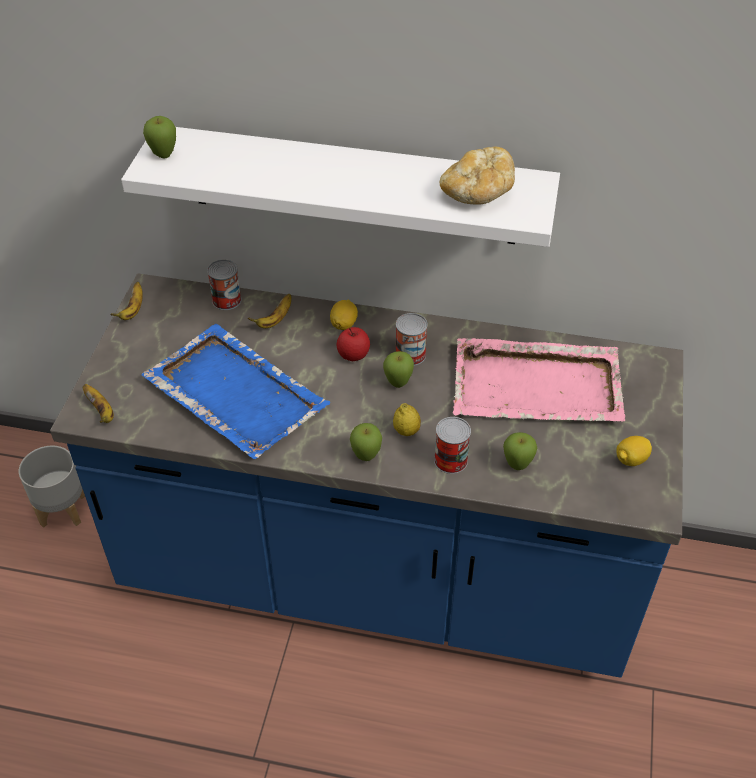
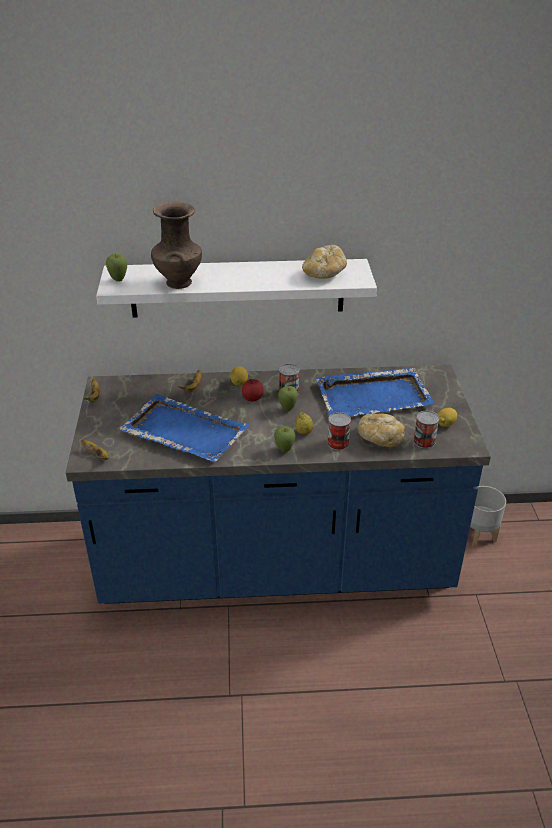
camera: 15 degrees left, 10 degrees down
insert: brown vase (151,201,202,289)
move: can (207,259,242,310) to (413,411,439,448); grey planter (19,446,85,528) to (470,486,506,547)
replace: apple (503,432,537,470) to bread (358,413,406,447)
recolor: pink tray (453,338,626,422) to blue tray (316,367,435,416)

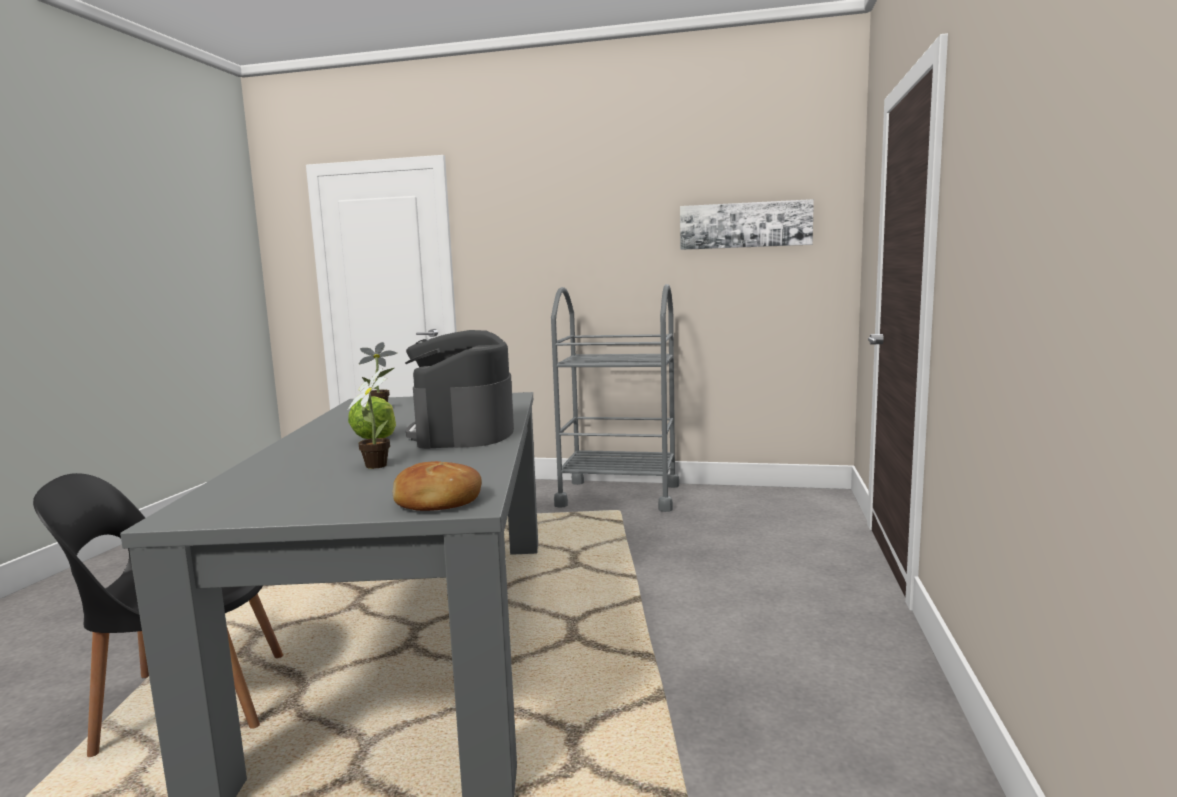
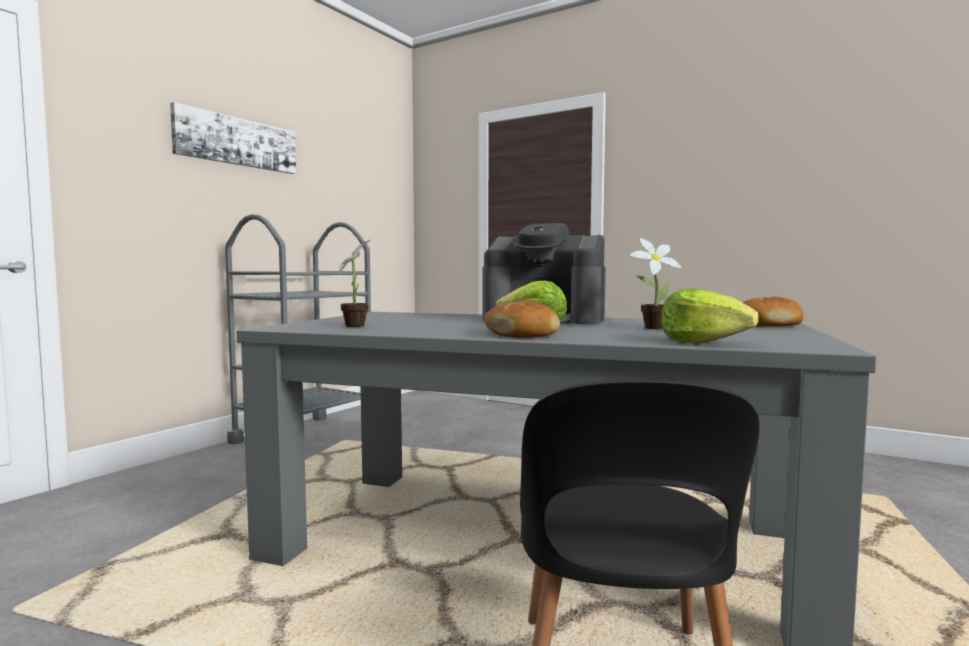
camera: 70 degrees left, 5 degrees down
insert: bread (484,301,560,337); lettuce (661,289,759,343)
move: picture (680,199,814,250) to (170,102,296,174)

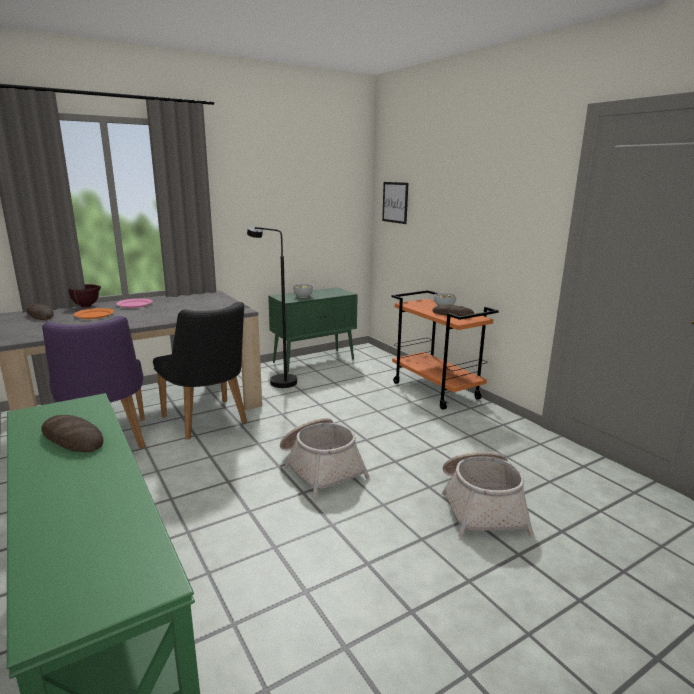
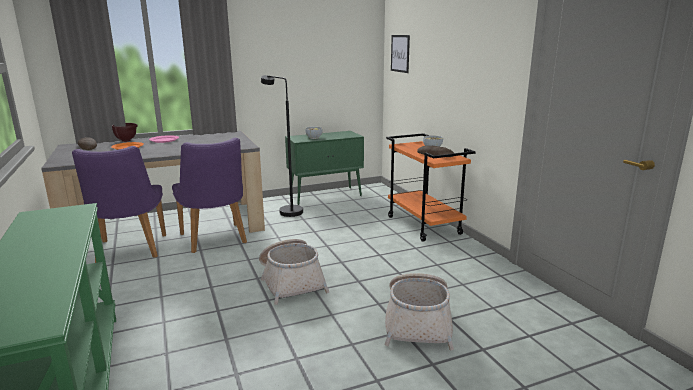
camera: 10 degrees right, 0 degrees up
delete: bread (41,415,104,452)
recolor: black chair (153,302,247,440) to purple chair (172,138,247,253)

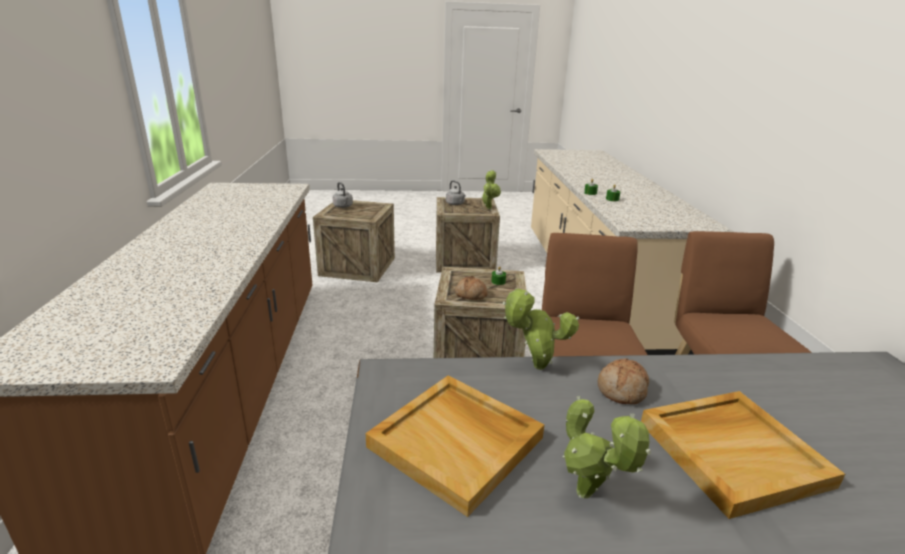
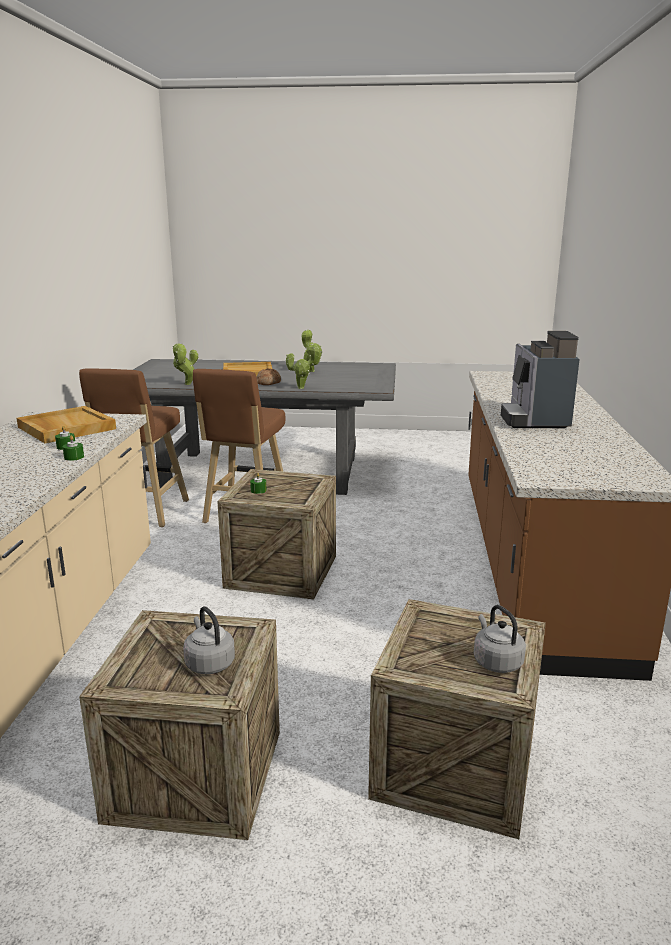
camera: 170 degrees left, 5 degrees down
delete: bread (455,276,488,300)
insert: coffee machine (501,331,580,428)
move: beige tray (366,376,545,517) to (17,406,116,443); potted plant (481,170,501,209) to (173,343,198,385)

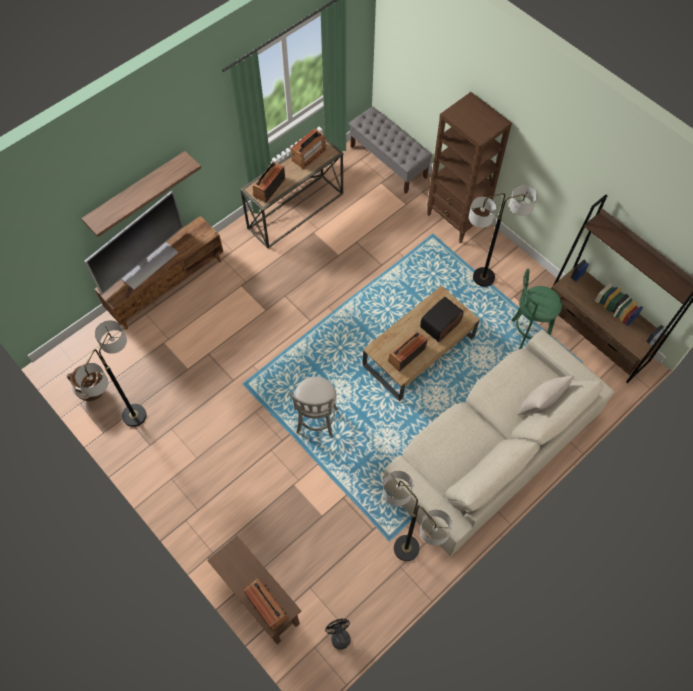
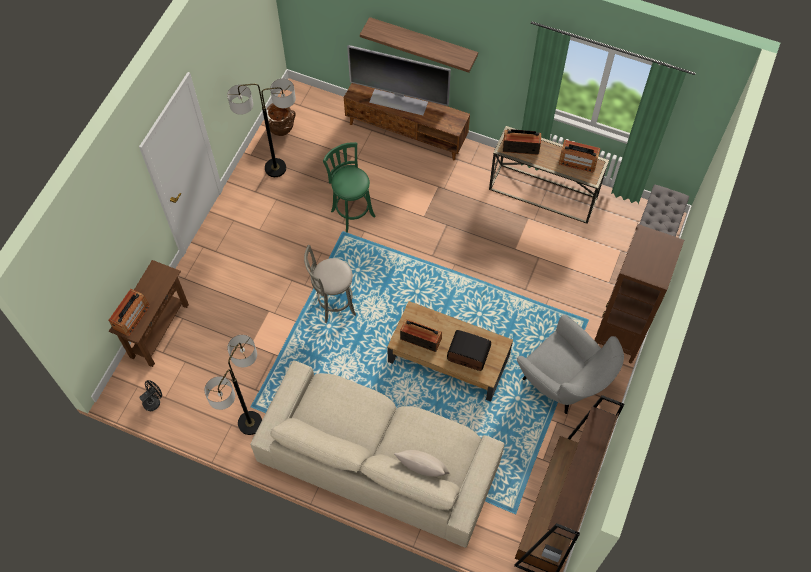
camera: 65 degrees right, 0 degrees up
move: green stool (511,268,562,349) to (323,142,375,233)
replace: floor lamp (469,185,538,287) to grey armchair (517,314,624,414)

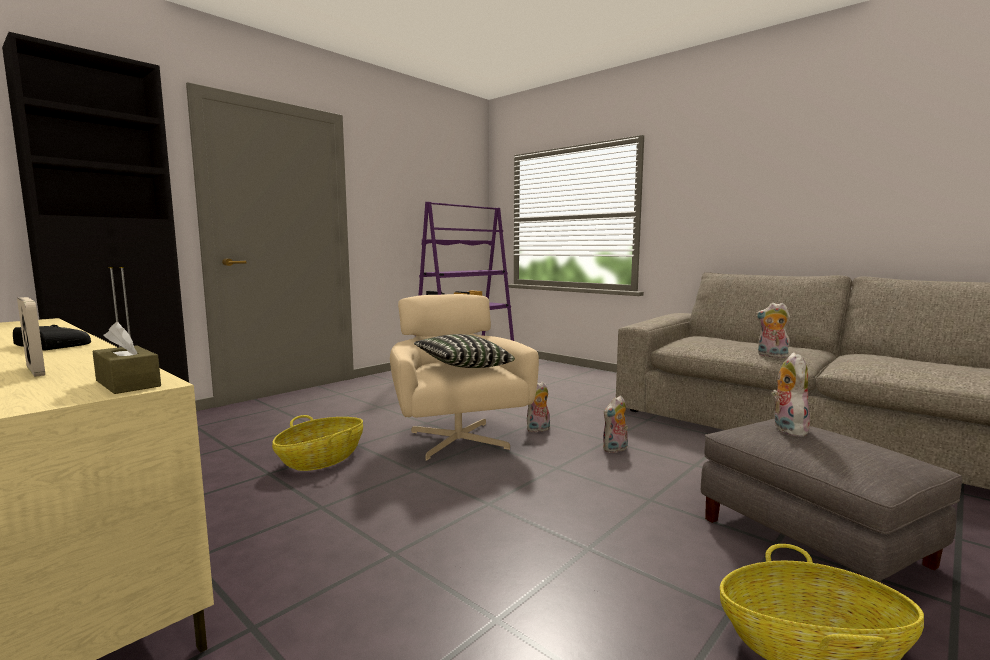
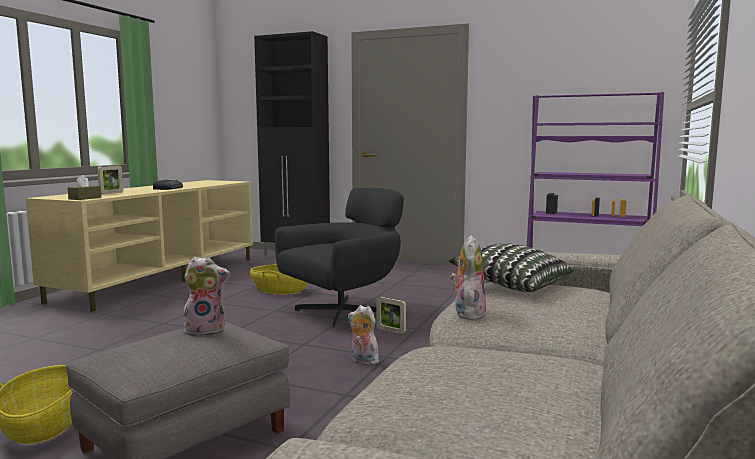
camera: 70 degrees right, 0 degrees up
move: pillow (414,334,515,368) to (449,243,574,292)
replace: plush toy (527,381,550,433) to picture frame (376,297,406,334)
recolor: beige armchair (390,294,539,461) to black armchair (275,188,404,328)

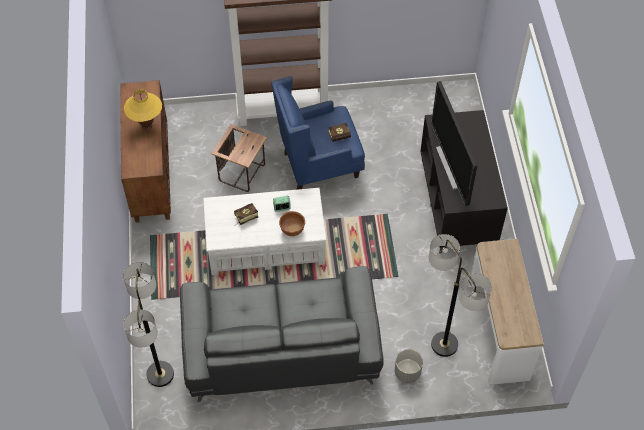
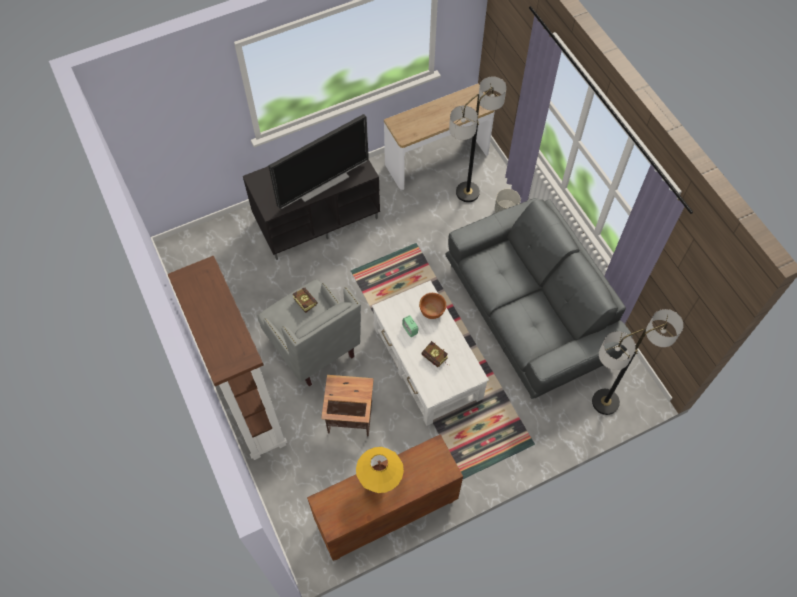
camera: 110 degrees left, 5 degrees up
recolor: blue armchair (271,76,365,190) to grey armchair (257,279,361,386)

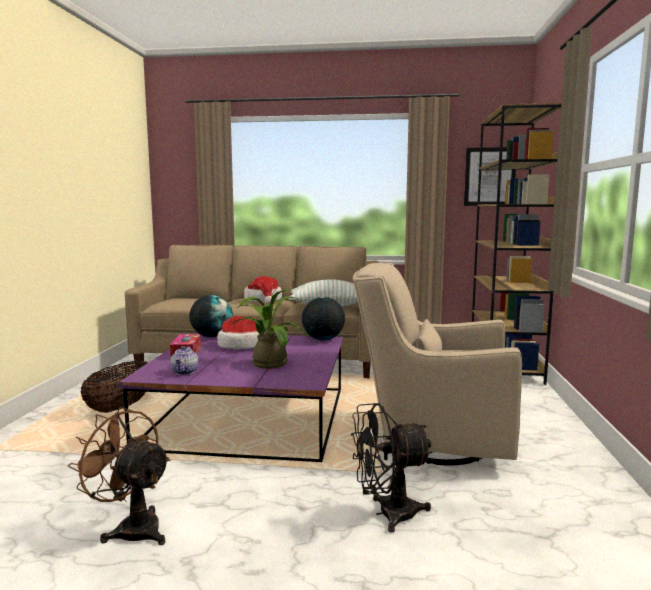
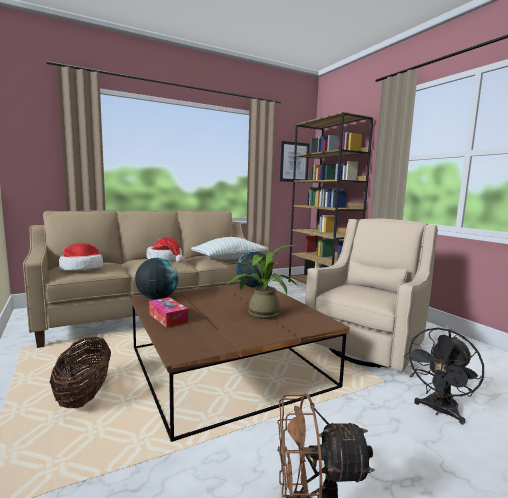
camera: 35 degrees left, 0 degrees up
delete: teapot (170,346,199,375)
move: hat (217,316,265,349) to (59,243,103,271)
recolor: purple coffee table (119,332,343,462) to brown coffee table (130,284,350,442)
rotate: beige armchair (353,263,522,465) = (305,219,438,371) 150 degrees clockwise

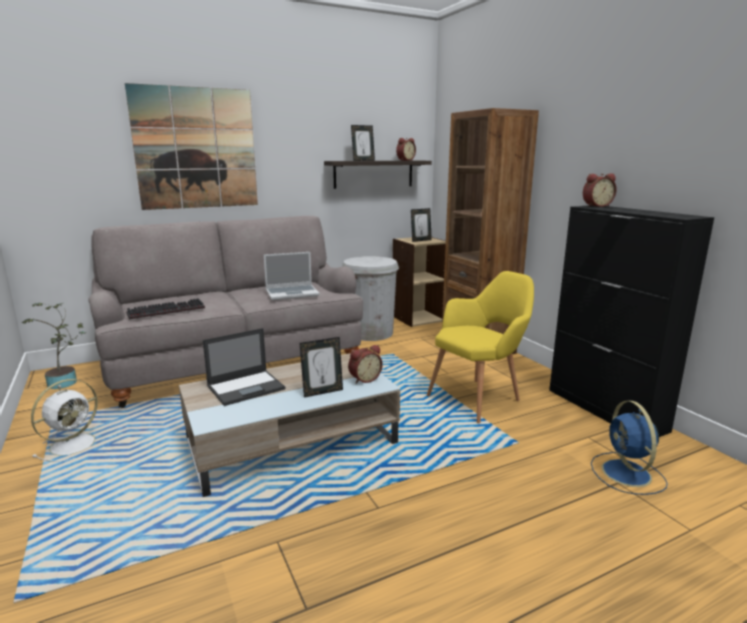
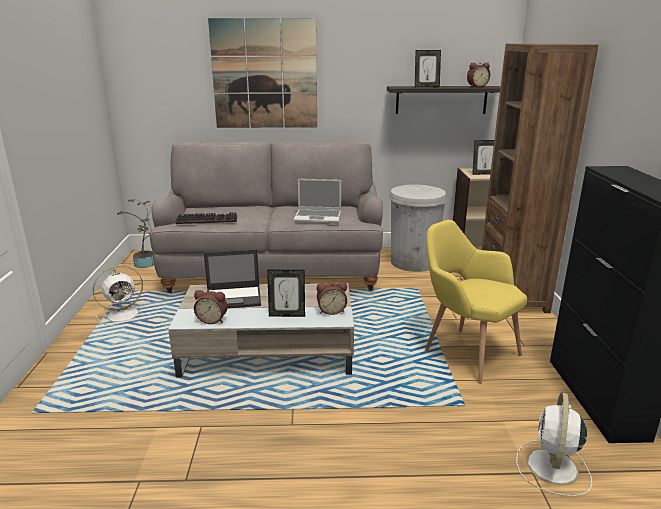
camera: 25 degrees right, 5 degrees up
move: alarm clock (583,173,617,207) to (194,290,228,324)
recolor: blue fan (591,401,667,495) to white fan (516,392,592,496)
rotate: yellow armchair (427,271,534,423) = (425,220,527,384) 120 degrees counterclockwise

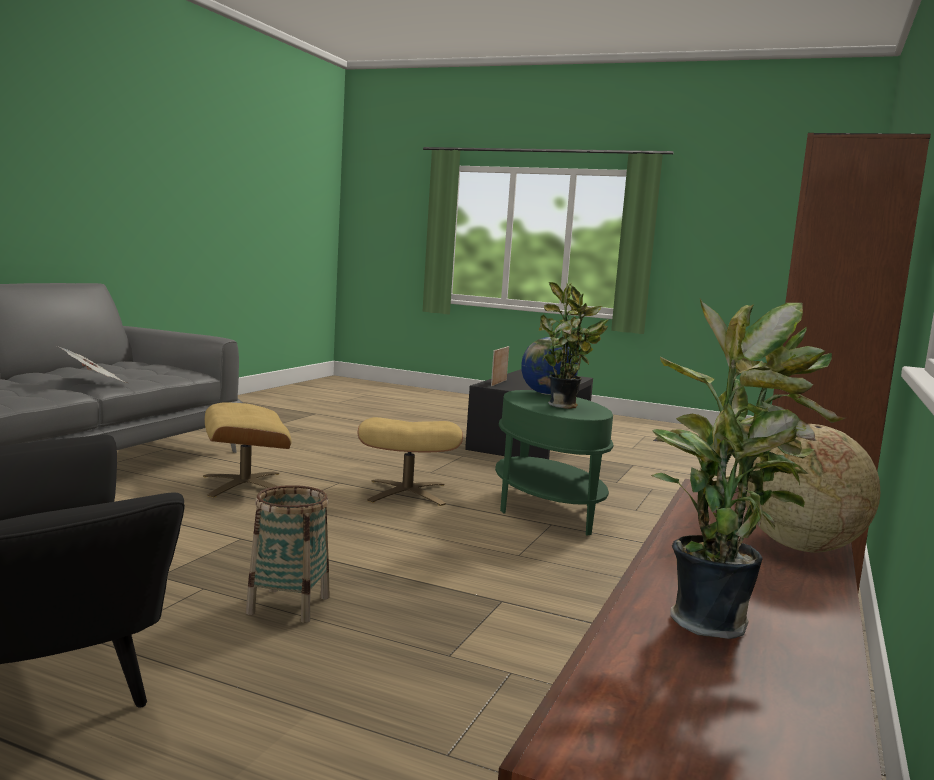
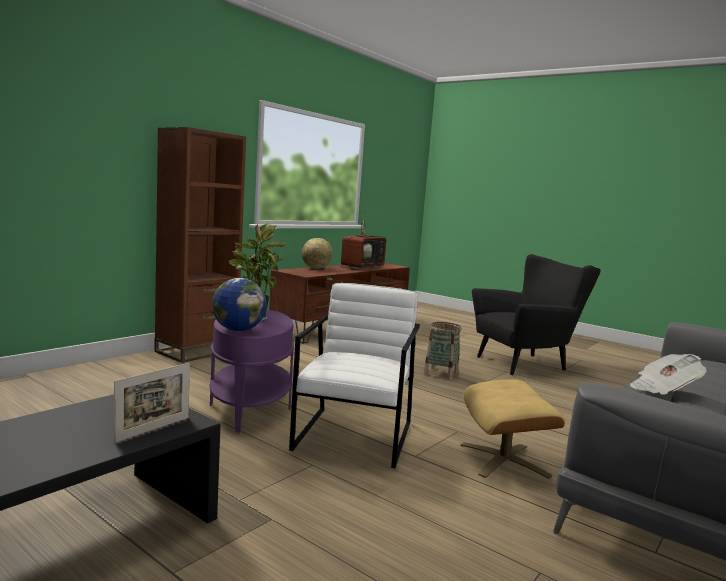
camera: 165 degrees left, 0 degrees up
replace: beige ottoman (358,417,463,506) to white armchair (289,283,420,468); potted plant (651,299,847,639) to television (341,212,386,270)
recolor: green side table (495,390,613,535) to purple side table (209,310,294,433)

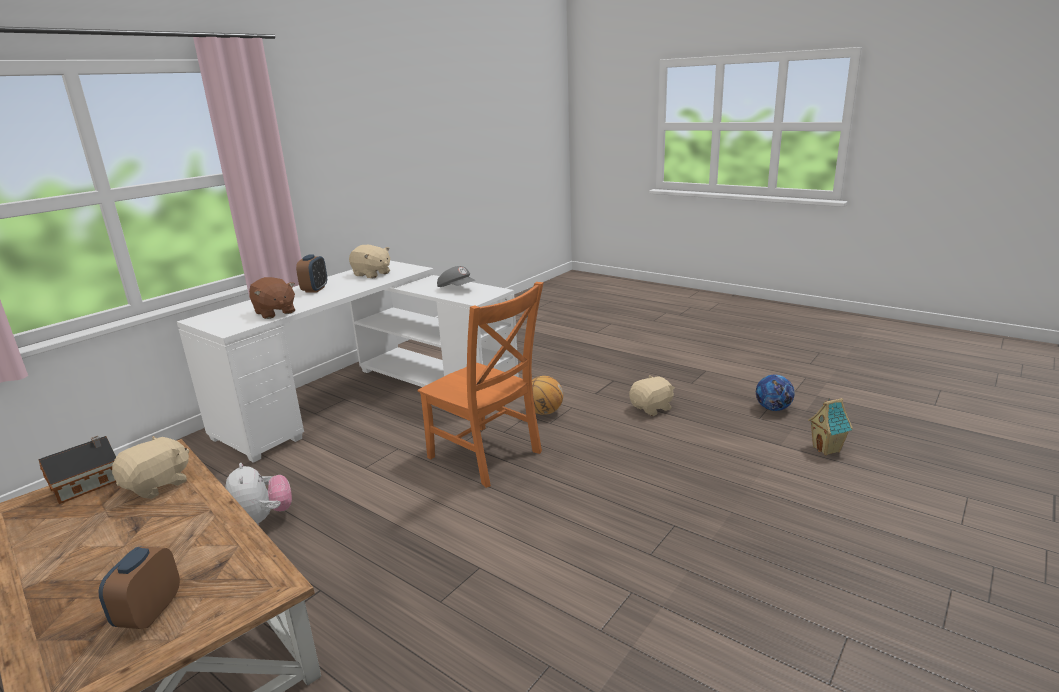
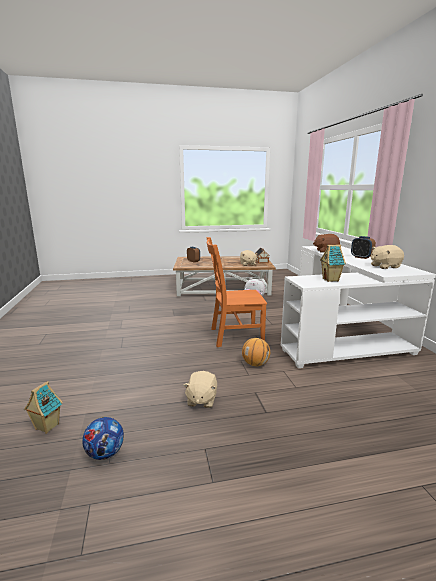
camera: 130 degrees right, 5 degrees down
replace: grey cap (437,266,475,287) to toy house (320,244,346,282)

